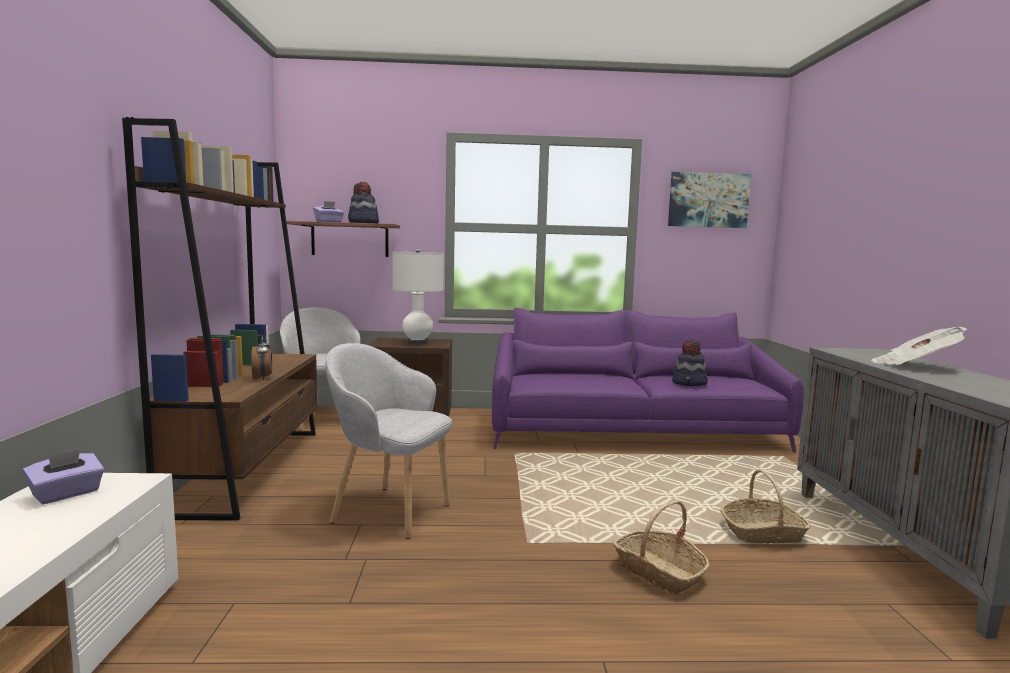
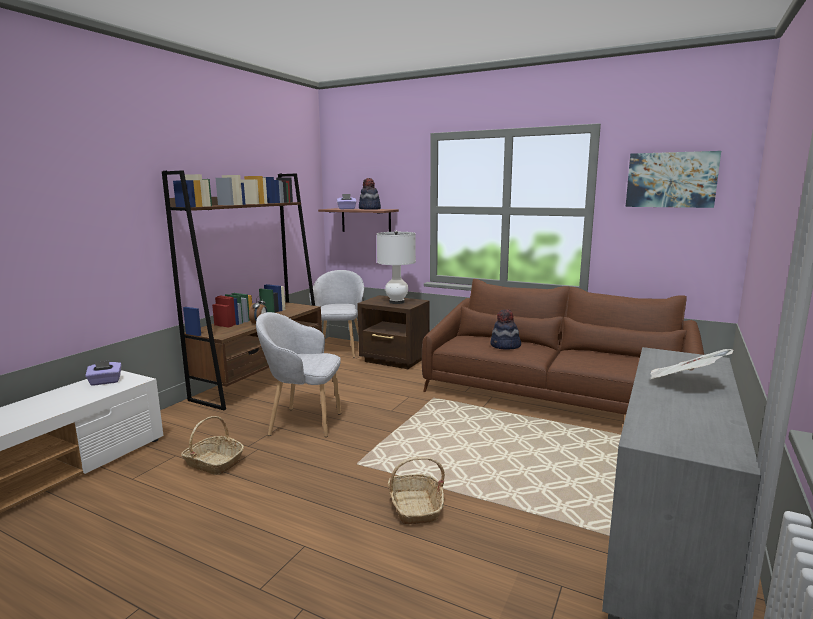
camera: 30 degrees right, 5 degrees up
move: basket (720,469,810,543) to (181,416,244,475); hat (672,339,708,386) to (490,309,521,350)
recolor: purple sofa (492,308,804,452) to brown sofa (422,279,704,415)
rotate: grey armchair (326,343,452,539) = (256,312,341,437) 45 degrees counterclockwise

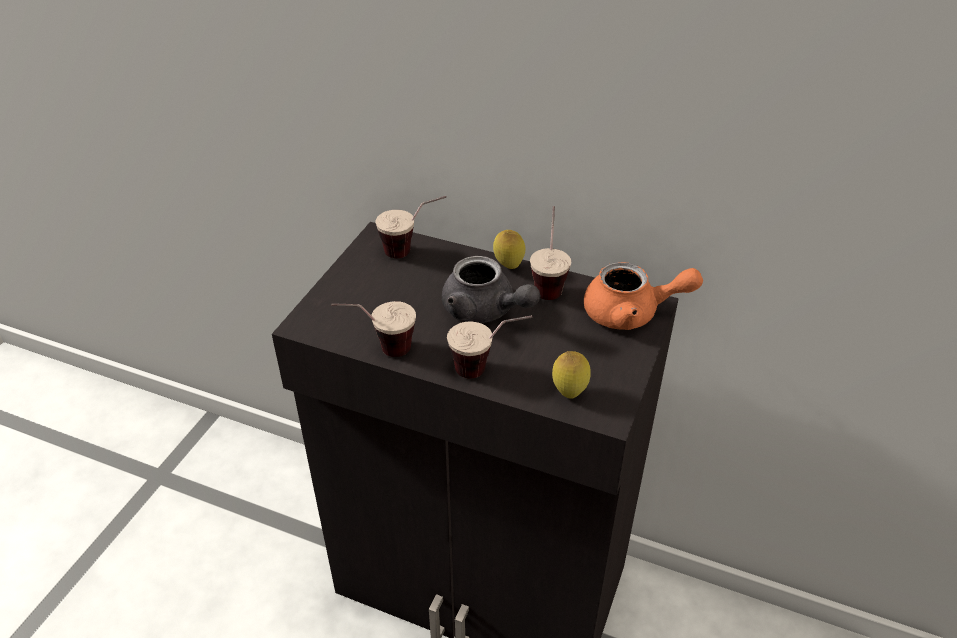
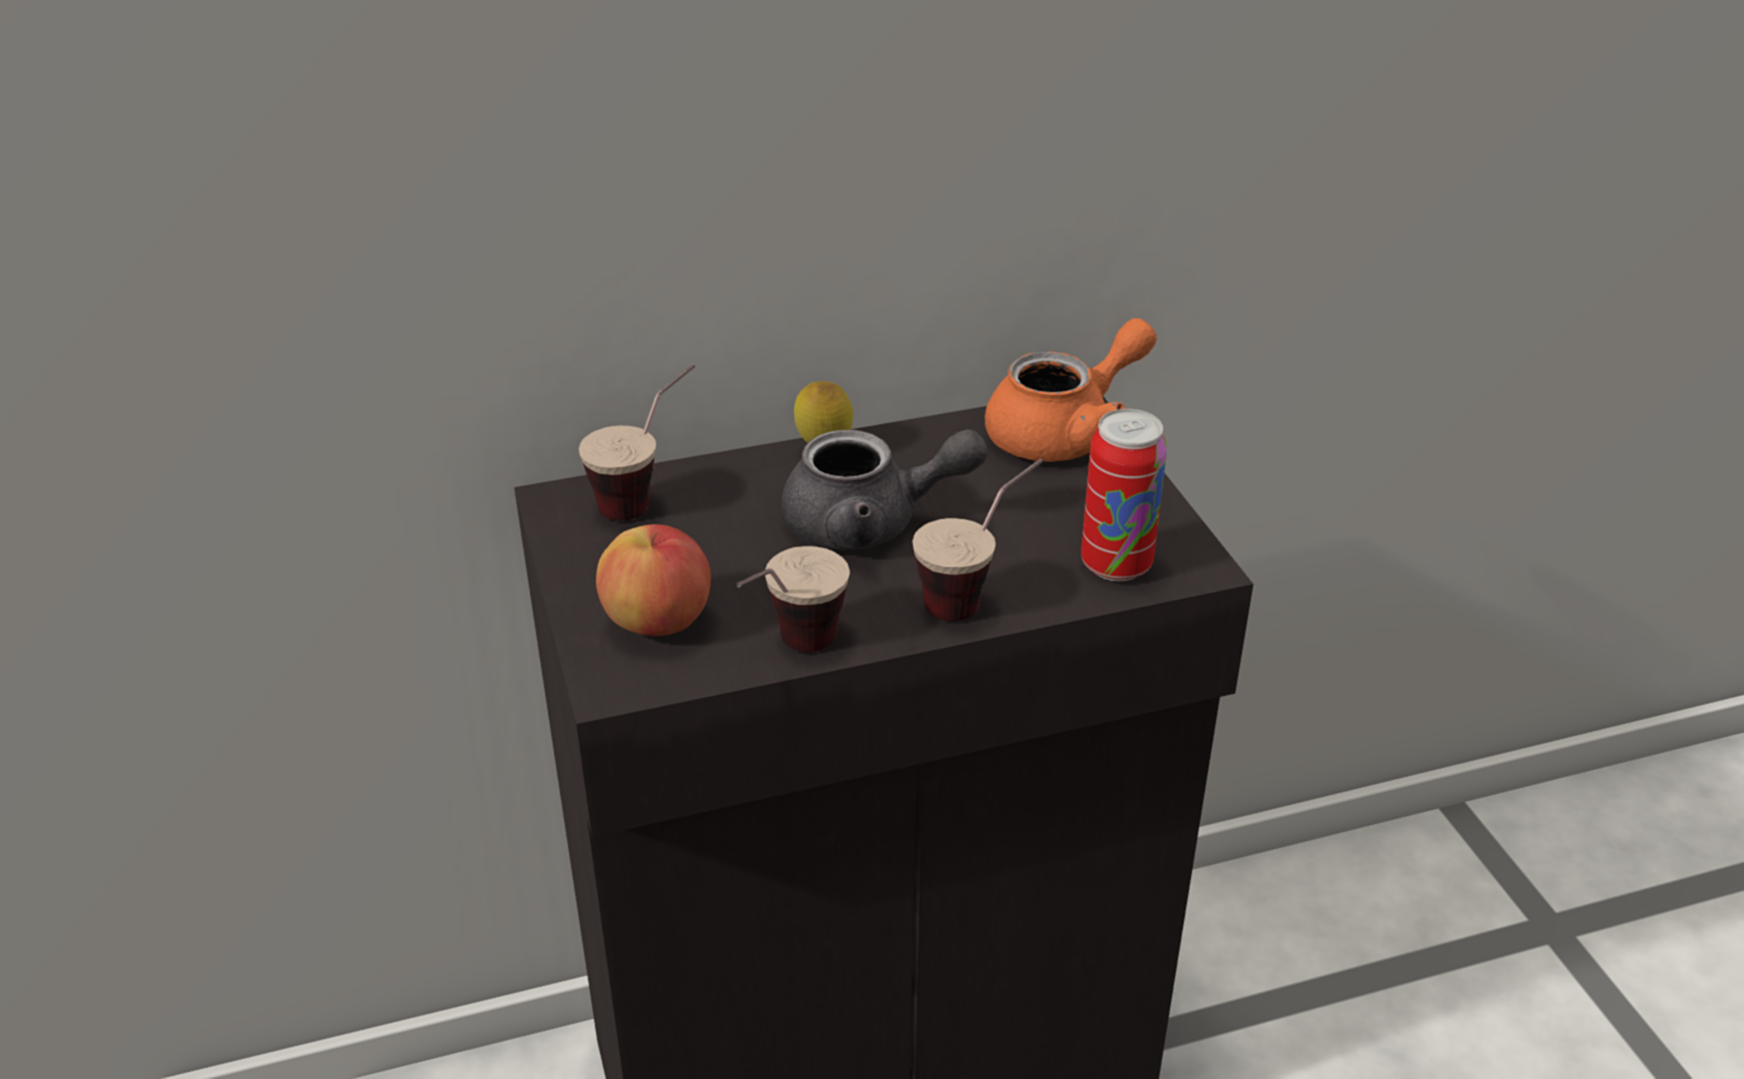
camera: 40 degrees left, 5 degrees down
delete: cup (530,206,571,300)
insert: apple (596,524,711,636)
replace: lemon (552,351,591,399) to can (1081,409,1167,581)

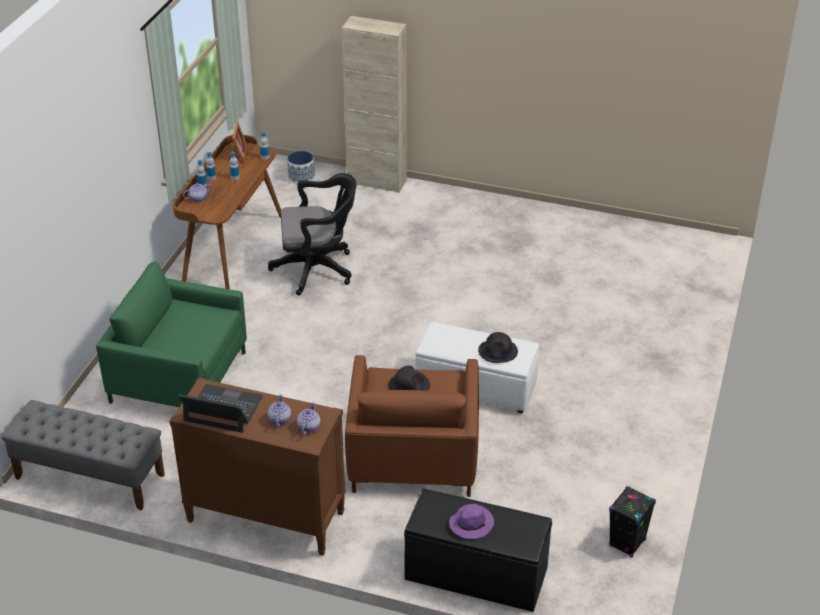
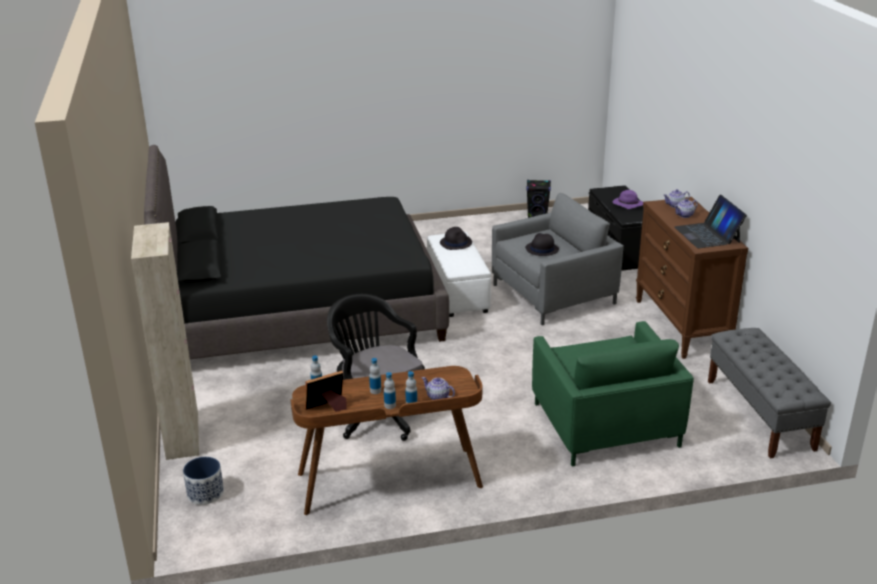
camera: 120 degrees left, 10 degrees down
insert: black bed (144,145,449,359)
recolor: brown armchair (345,355,479,497) to grey armchair (492,193,624,325)

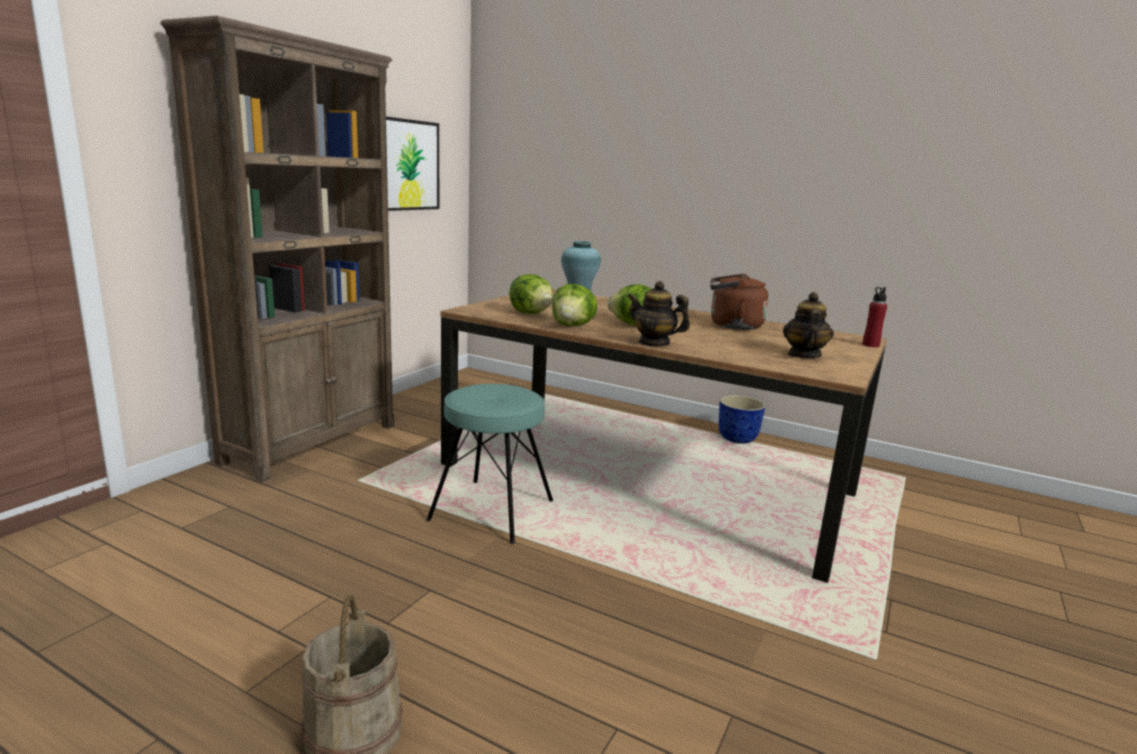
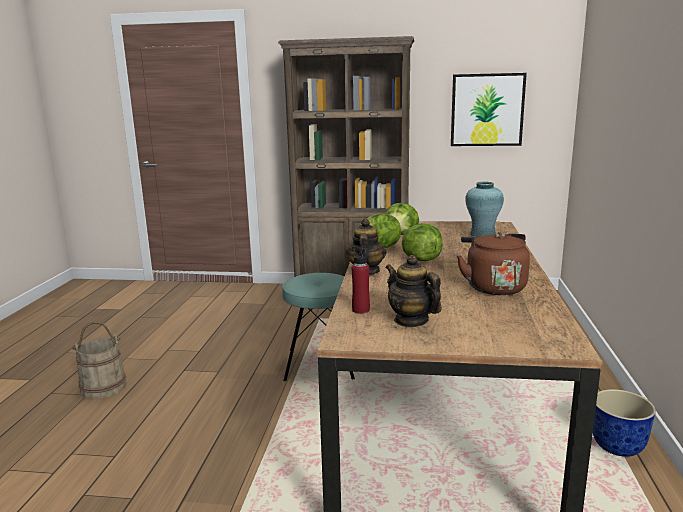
camera: 70 degrees right, 0 degrees up
move: red bottle (863,287,887,347) to (352,246,370,314)
rotate: teapot (783,292,834,358) = (386,255,442,327) 120 degrees counterclockwise

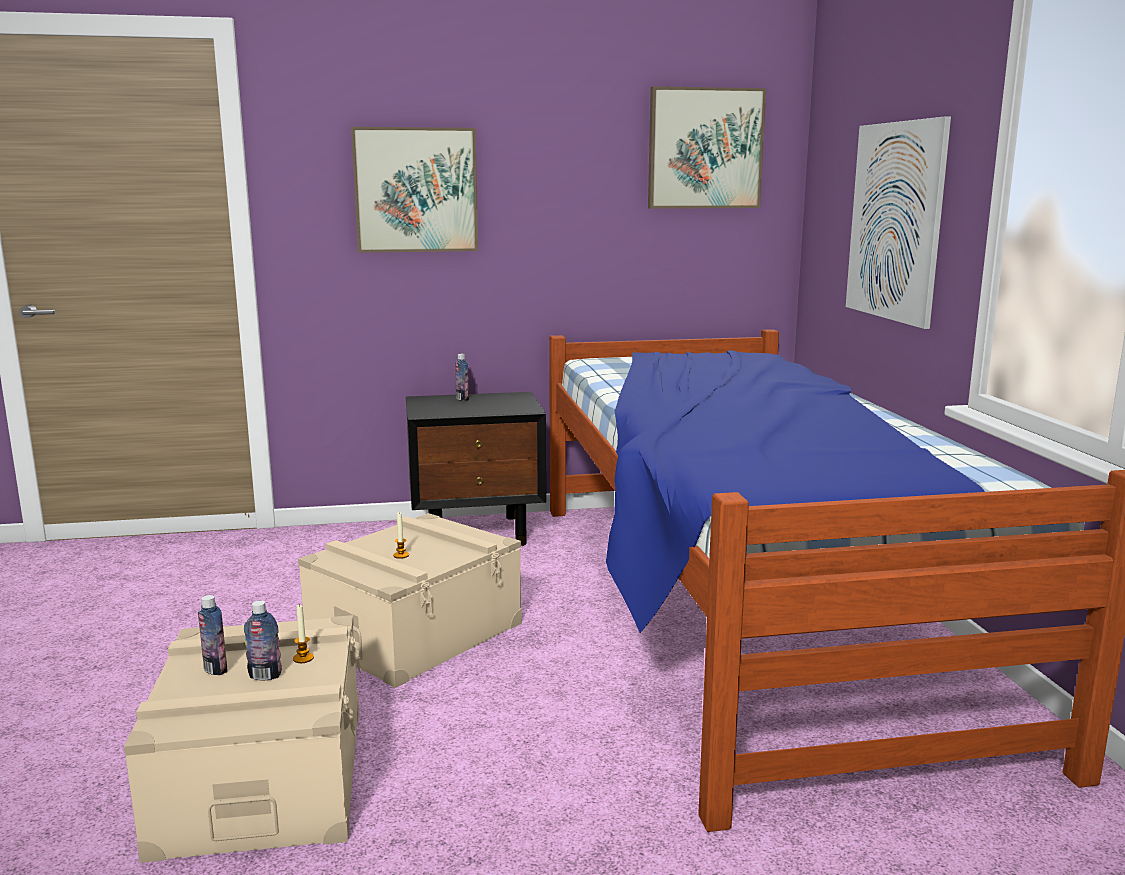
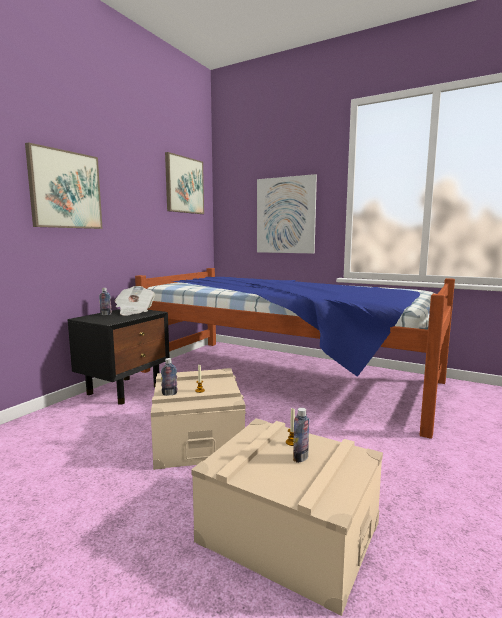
camera: 50 degrees left, 5 degrees down
insert: newspaper (115,286,156,316)
move: bottle (198,595,228,675) to (161,358,178,396)

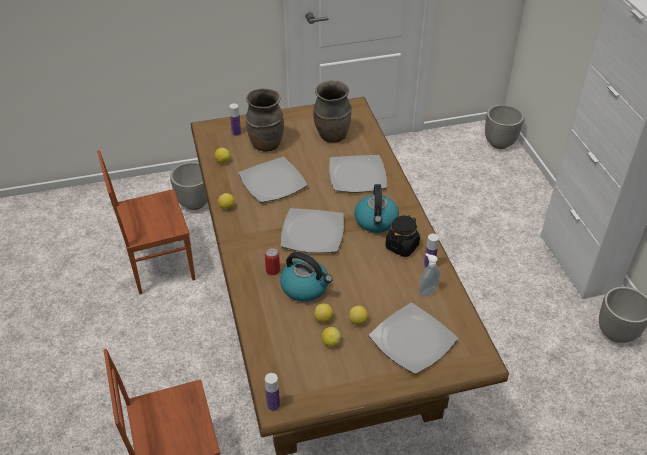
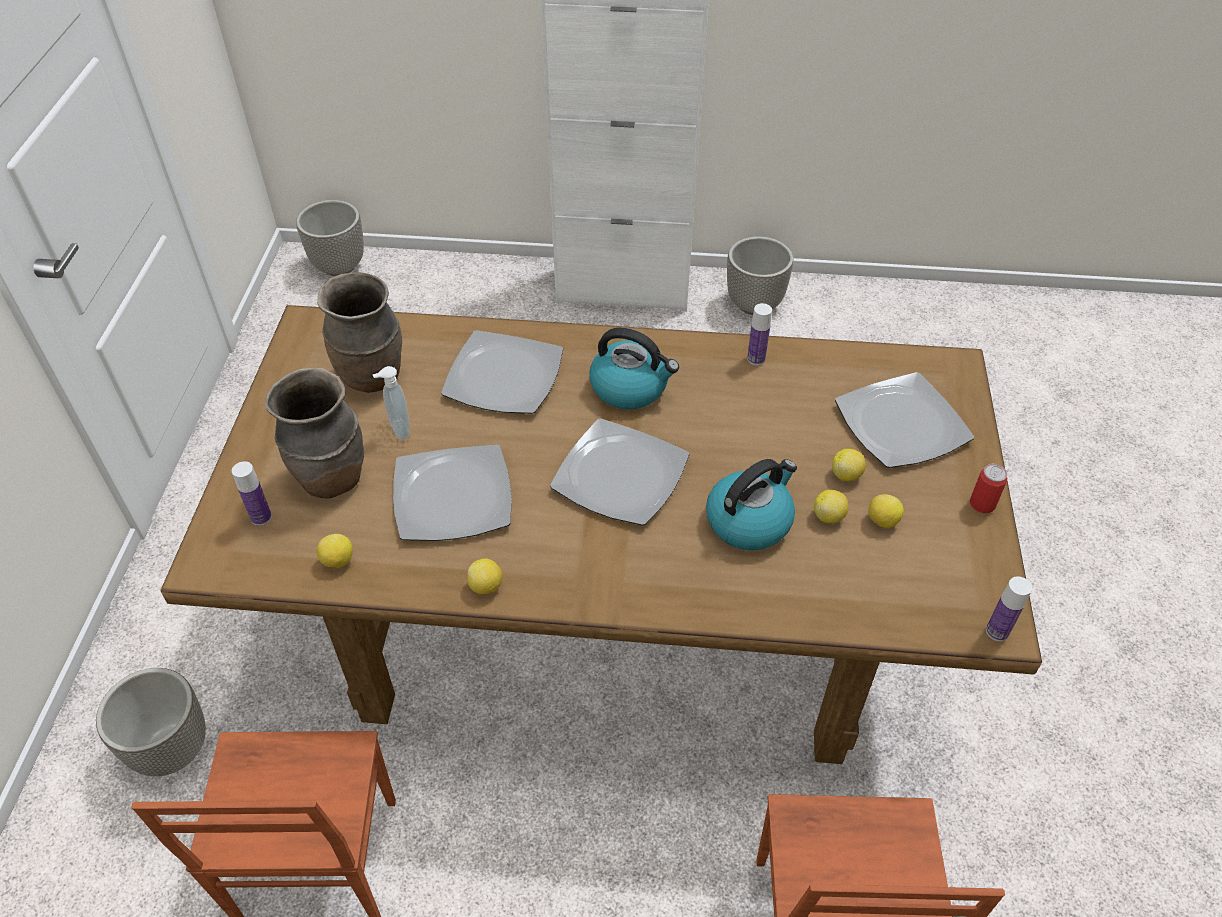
camera: 70 degrees left, 5 degrees up
delete: black jar (385,215,420,257)
move: soap dispenser (419,253,440,297) to (373,366,410,440); can (265,247,280,275) to (970,464,1007,513)

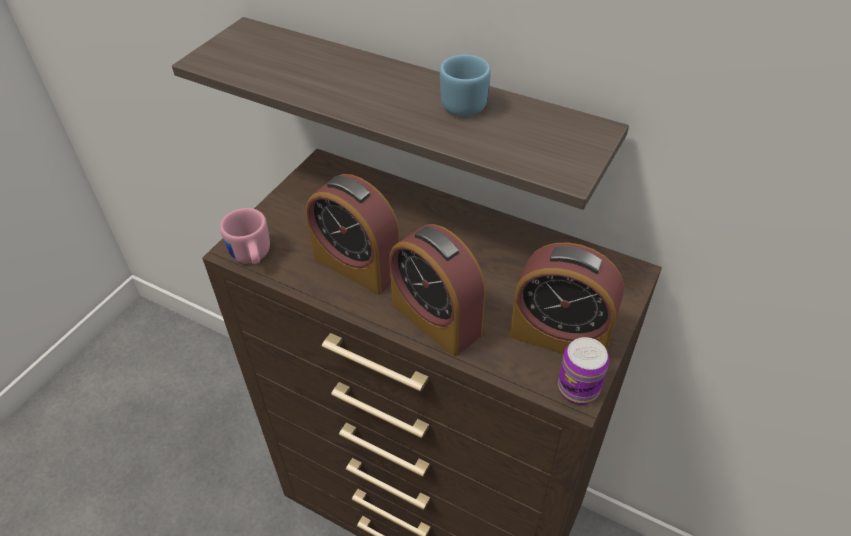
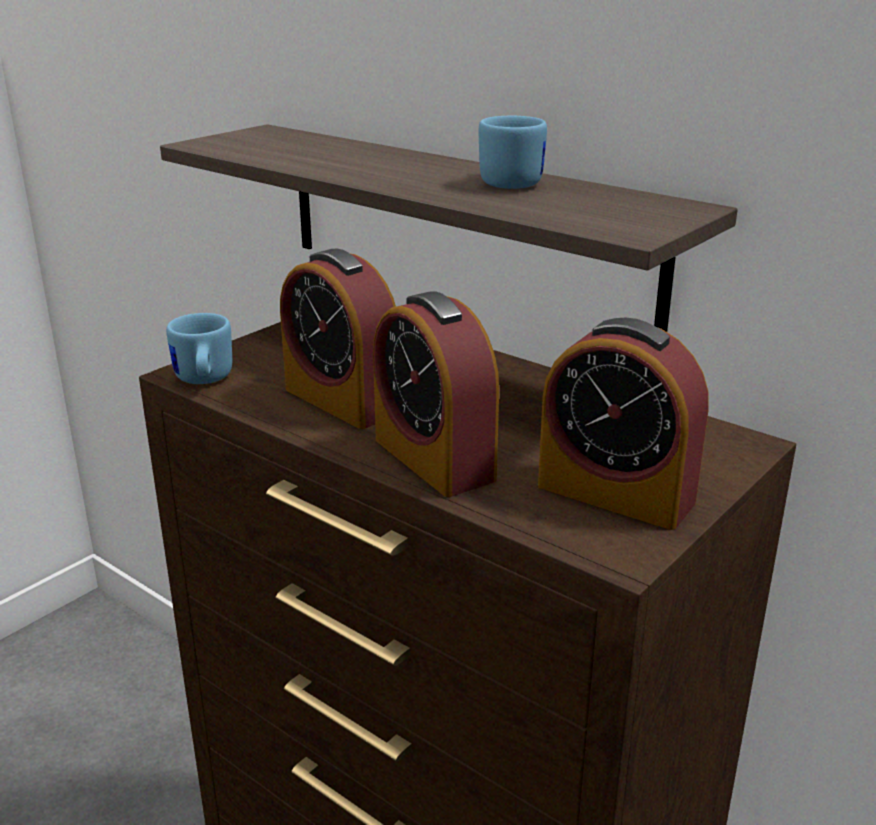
camera: 10 degrees right, 20 degrees down
delete: can (558,337,609,405)
recolor: pink mug (220,208,270,264) to blue mug (166,313,232,384)

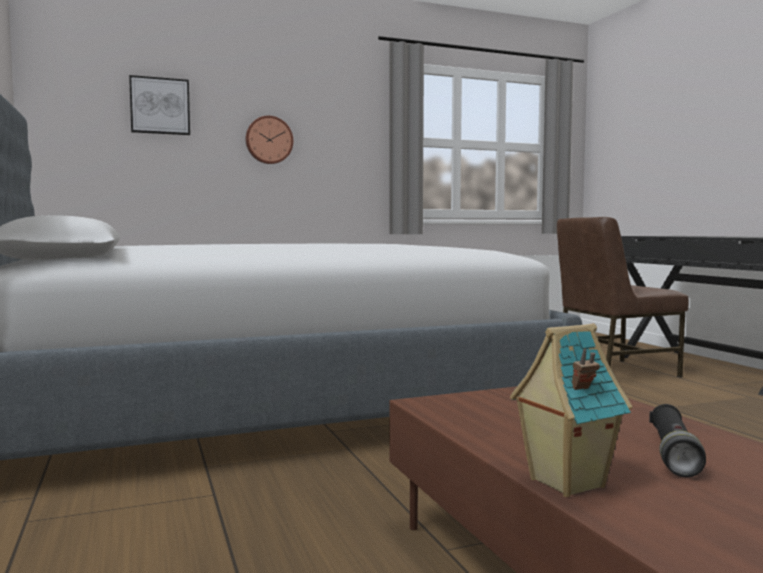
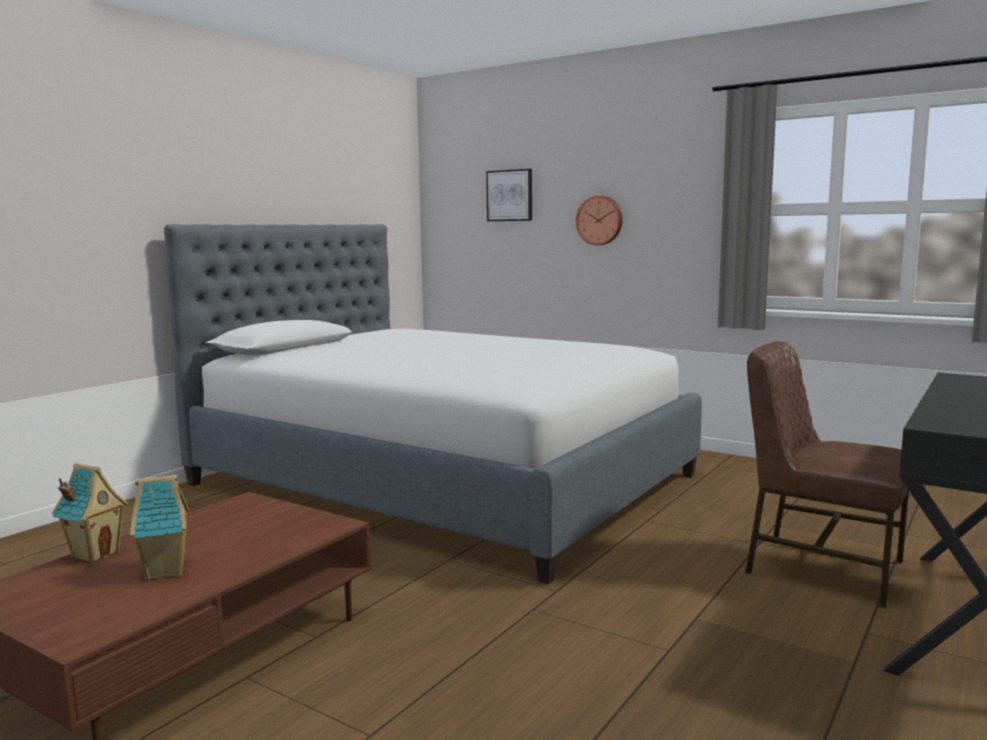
camera: 55 degrees right, 5 degrees up
replace: black flashlight (649,404,706,477) to toy house (130,475,189,580)

